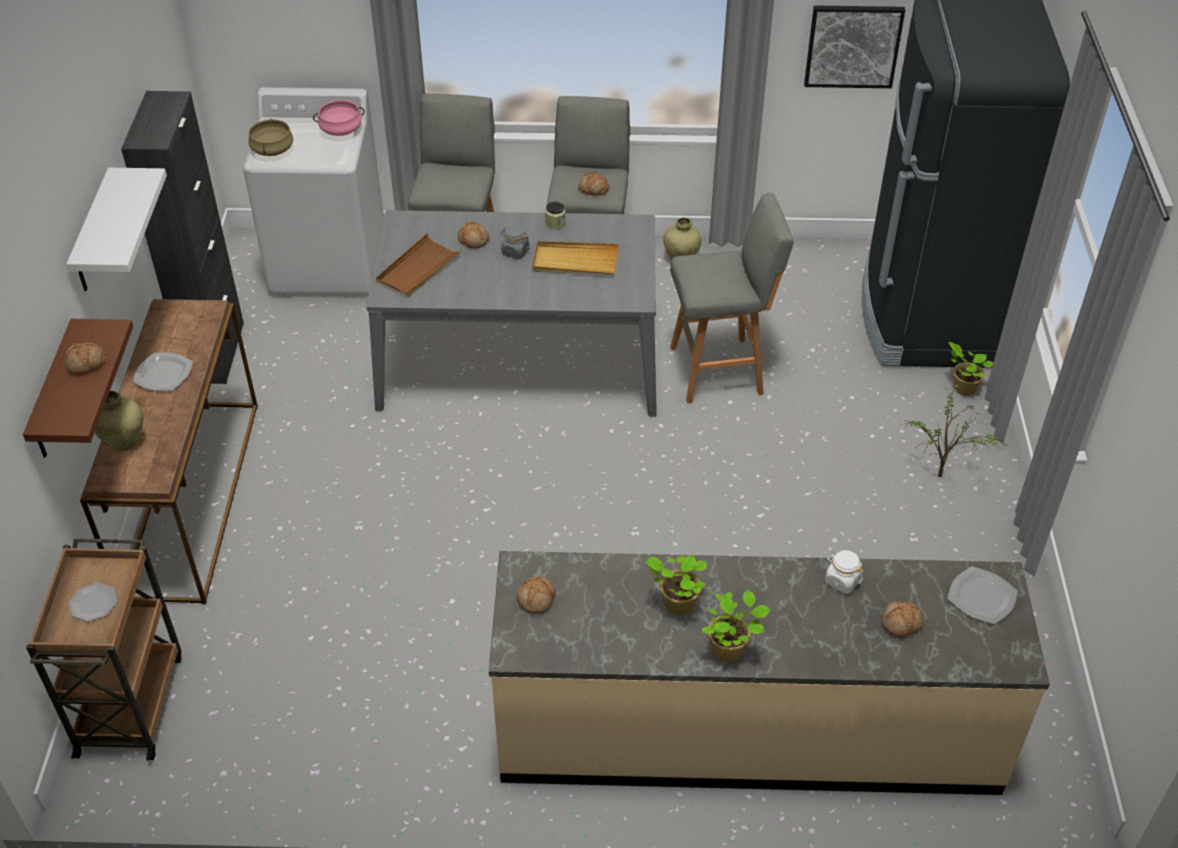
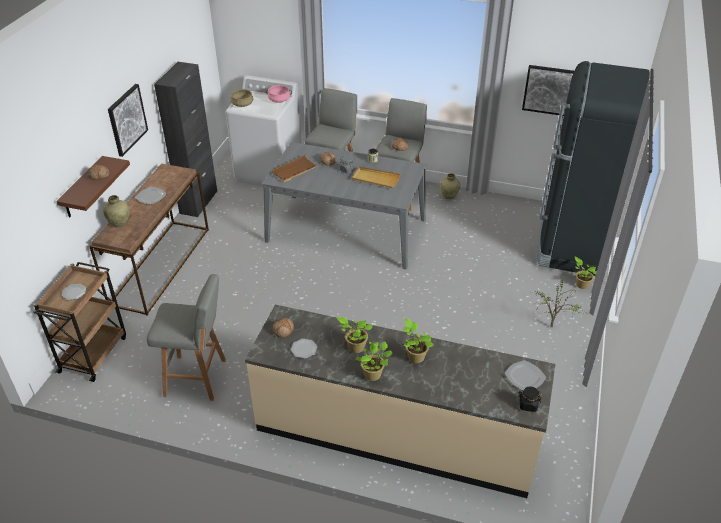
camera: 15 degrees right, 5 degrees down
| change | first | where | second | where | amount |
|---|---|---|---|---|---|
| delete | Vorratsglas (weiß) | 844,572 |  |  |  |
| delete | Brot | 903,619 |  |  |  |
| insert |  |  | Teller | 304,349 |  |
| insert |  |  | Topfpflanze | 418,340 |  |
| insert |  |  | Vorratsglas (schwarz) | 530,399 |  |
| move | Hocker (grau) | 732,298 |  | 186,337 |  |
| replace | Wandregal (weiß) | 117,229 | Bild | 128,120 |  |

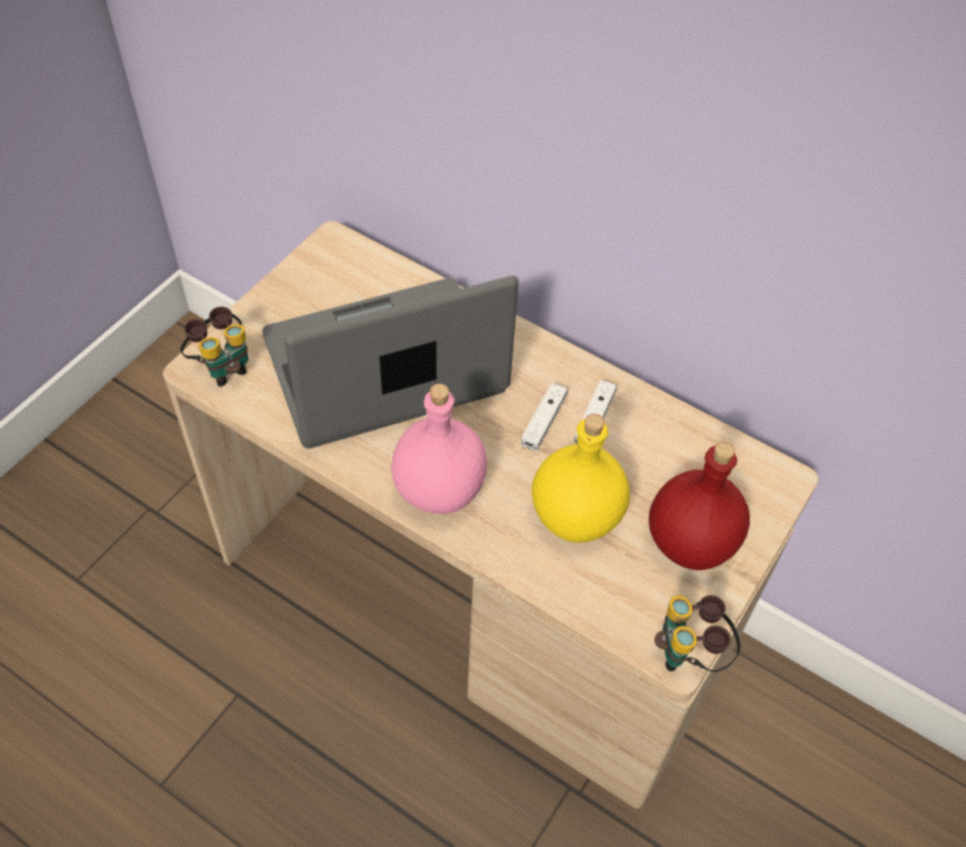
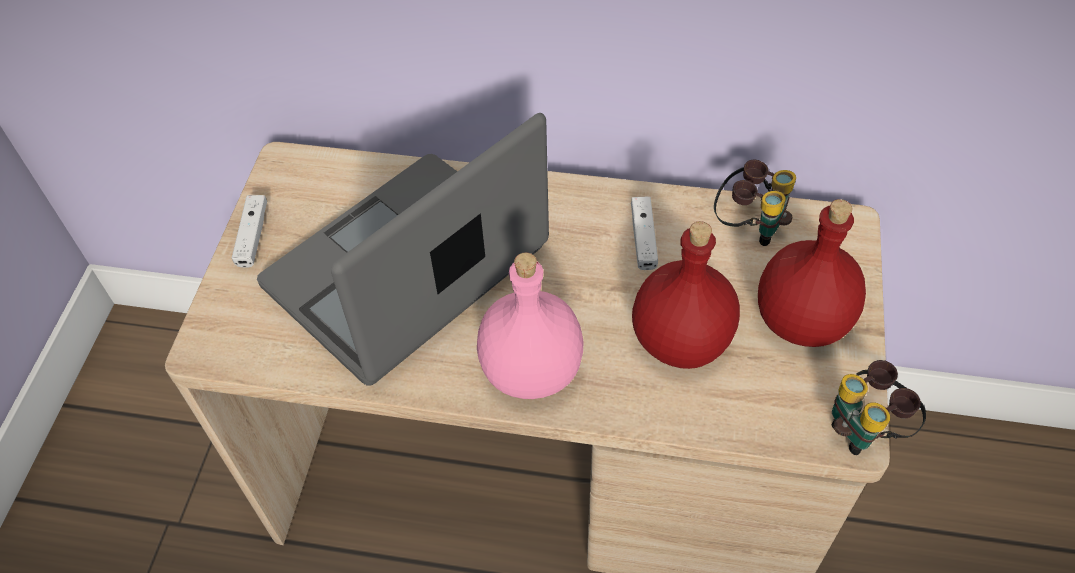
camera: 20 degrees left, 0 degrees up
| change | first | where | second | where | amount |
|---|---|---|---|---|---|
| move | Fernglas | 214,347 |  | 755,203 |  |
| move | Gamepad (weiß) | 544,417 |  | 249,231 |  |
| recolor | Flasche (gelb) | 581,478 | Flasche (rot) | 686,295 |  |

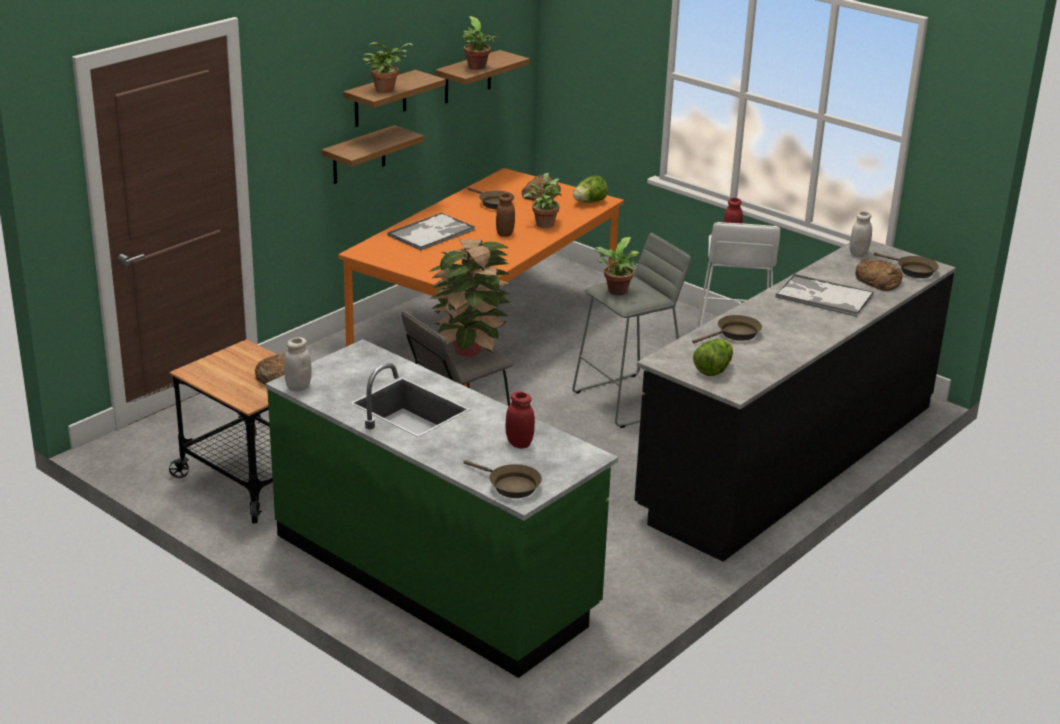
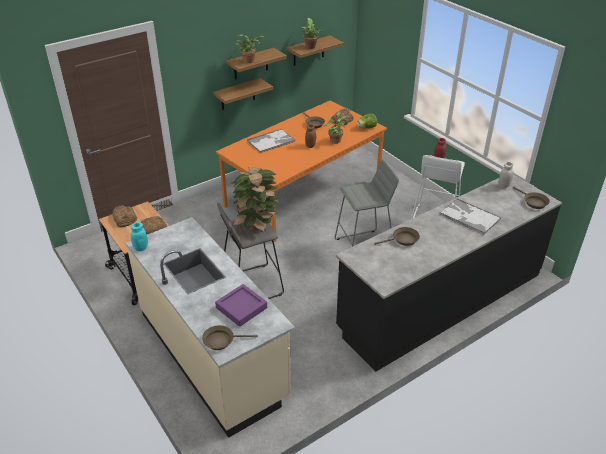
camera: 15 degrees right, 10 degrees up
| change | first | where | second | where | amount |
|---|---|---|---|---|---|
| delete | Topfpflanze | 616,266 |  |  |  |
| delete | Salatkopf | 713,357 |  |  |  |
| move | Brot | 879,275 |  | 124,216 |  |
| replace | Vorratsglas (rot) | 520,420 | Tablett (lila) | 241,305 |  |
| recolor | Küchenzeile (grün) | 442,508 | Küchenzeile (beige) | 210,327 |  |
| recolor | Vorratsglas (weiß) | 298,364 | Vorratsglas (türkis) | 139,236 |  |
| rotate | Pfanne (braun) | 503,479 |  | 230,337 | 120 degrees clockwise |

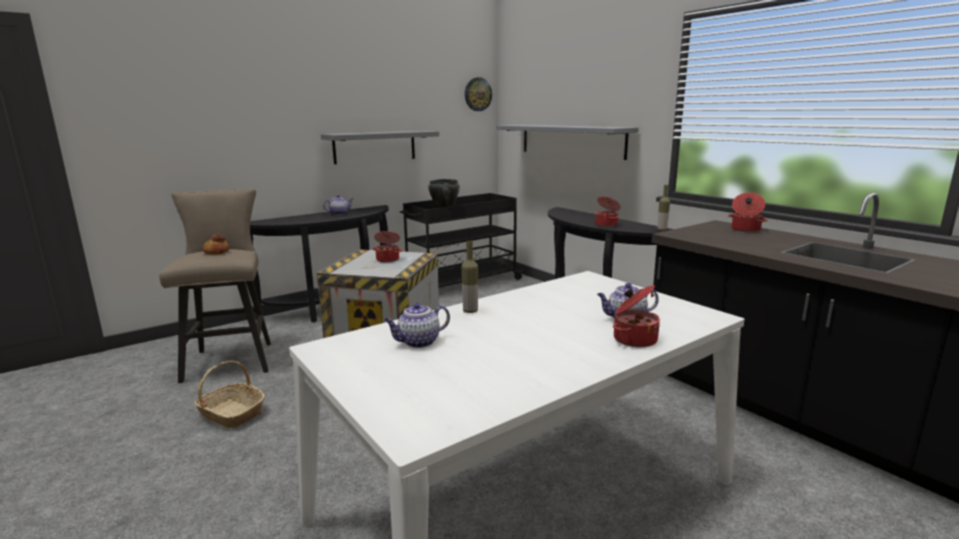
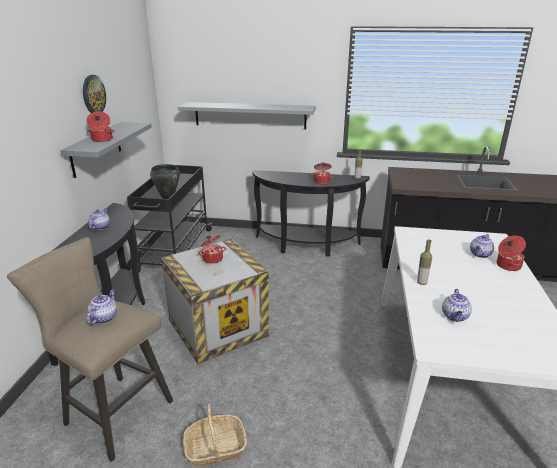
camera: 45 degrees left, 10 degrees up
| change | first | where | second | where | amount |
|---|---|---|---|---|---|
| move | Wanduhr | 478,94 |  | 94,94 |  |
| move | Kochtopf | 747,212 |  | 100,126 |  |
| replace | Brot | 216,244 | Teekanne | 102,307 |  |

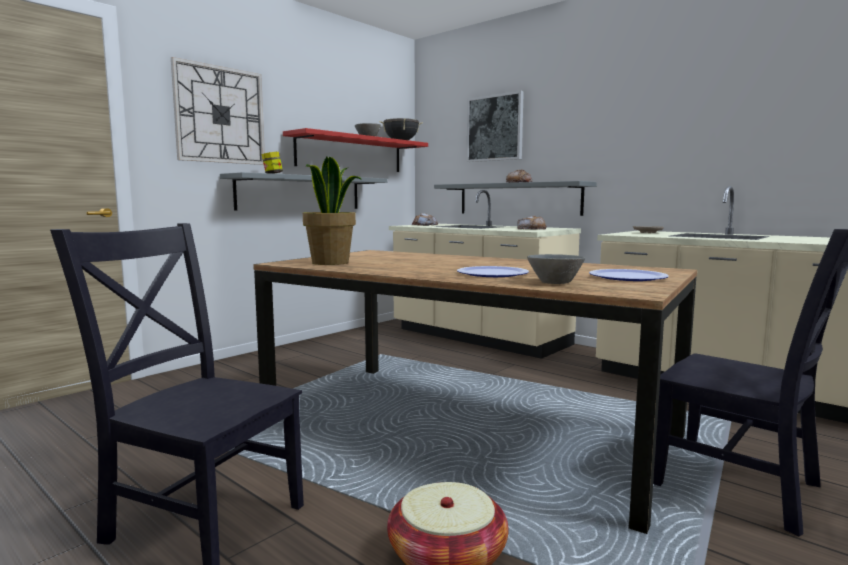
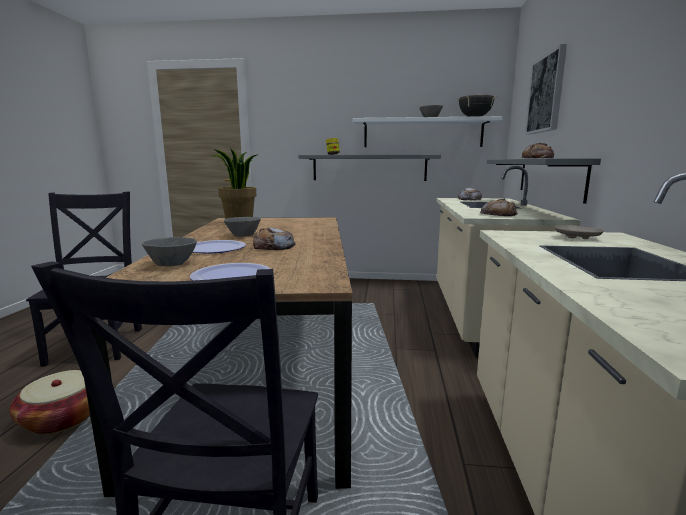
camera: 55 degrees right, 5 degrees up
| change | first | where | second | where | amount |
|---|---|---|---|---|---|
| delete | Wanduhr | 218,111 |  |  |  |
| insert |  |  | Schüssel (grau) | 242,227 |  |
| insert |  |  | Brot | 274,238 |  |
| recolor | Wandregal (rot) | 355,150 | Wandregal (weiß) | 428,131 |  |

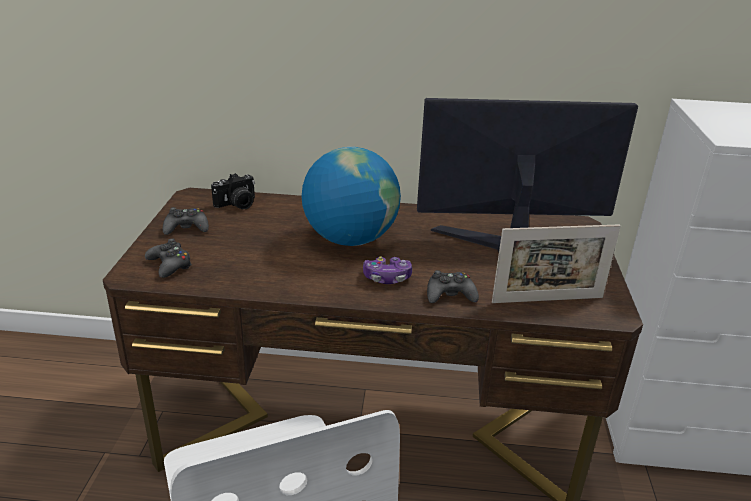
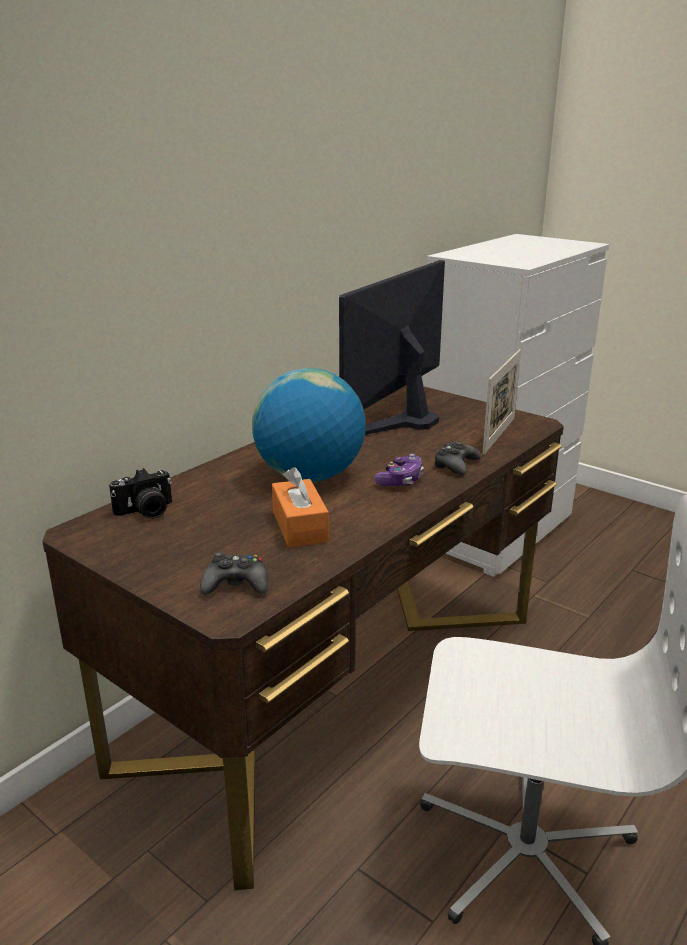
camera: 55 degrees left, 5 degrees down
| change | first | where | second | where | amount |
|---|---|---|---|---|---|
| delete | Gamepad (schwarz) | 185,221 |  |  |  |
| insert |  |  | Taschentuchbox (orange) | 300,507 |  |
| rotate | Kamera | 233,191 |  | 140,493 | 60 degrees clockwise |

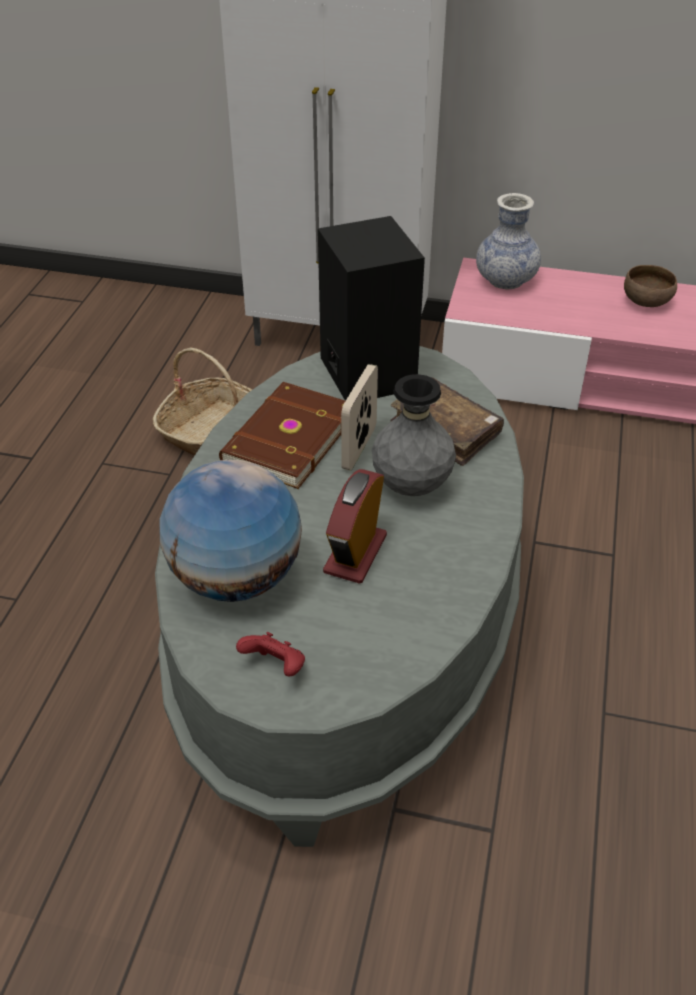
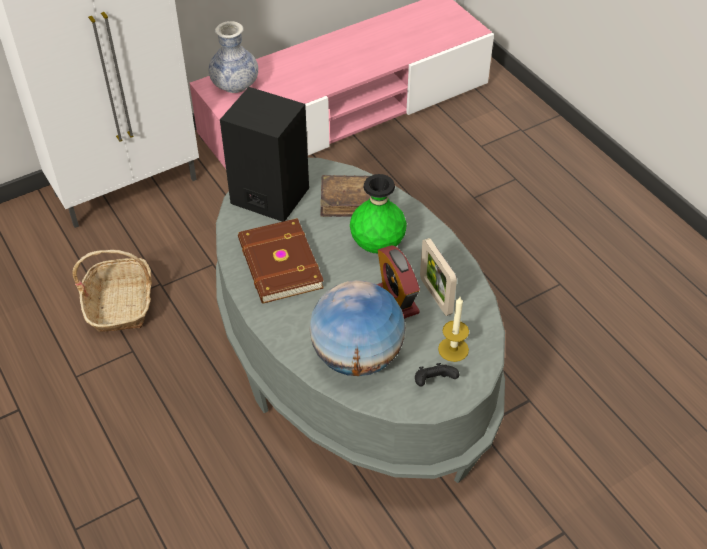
camera: 45 degrees left, 5 degrees up
| change | first | where | second | where | amount |
|---|---|---|---|---|---|
| delete | Schüssel (braun) | 650,286 |  |  |  |
| insert |  |  | Kerze | 453,329 |  |
| move | Bilderrahmen | 359,417 |  | 438,277 |  |
| recolor | Gamepad (rot) | 270,654 | Gamepad (schwarz) | 437,375 |  |
| recolor | Vase (grau) | 414,435 | Vase (grün) | 378,213 |  |

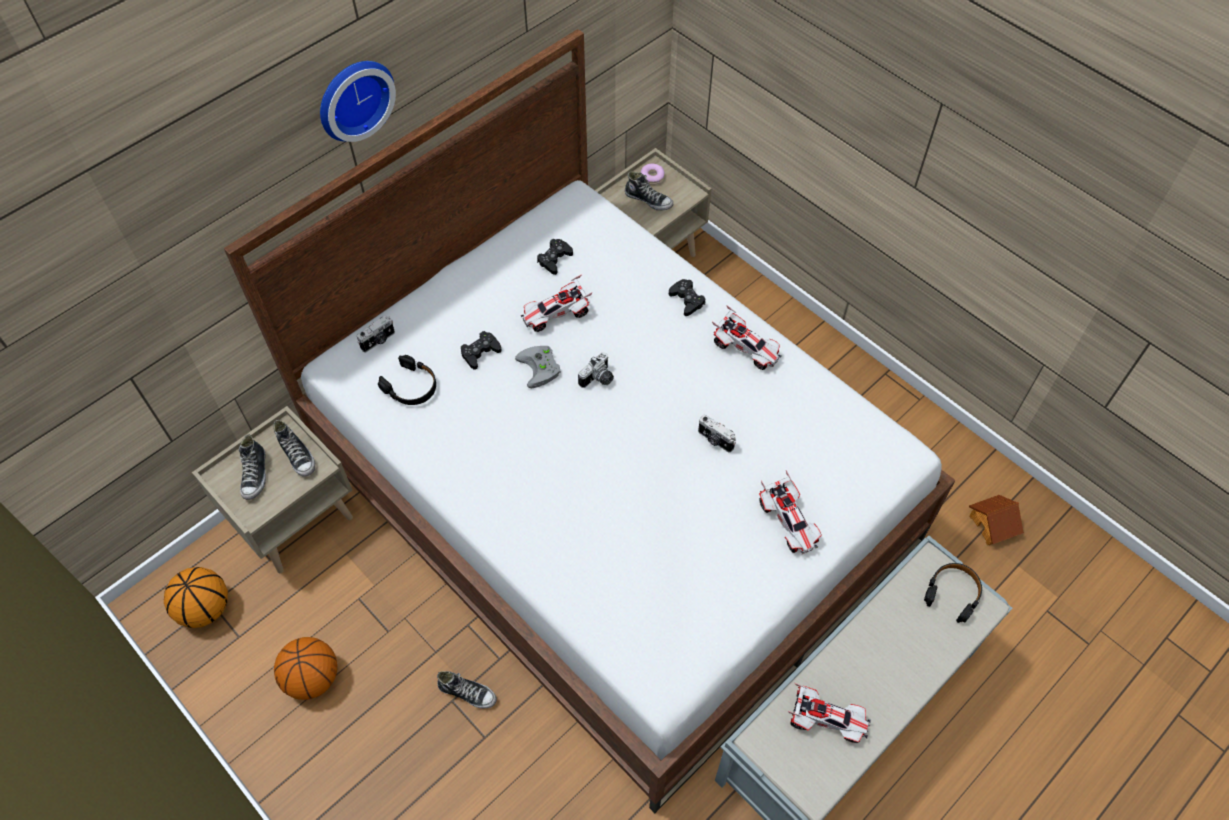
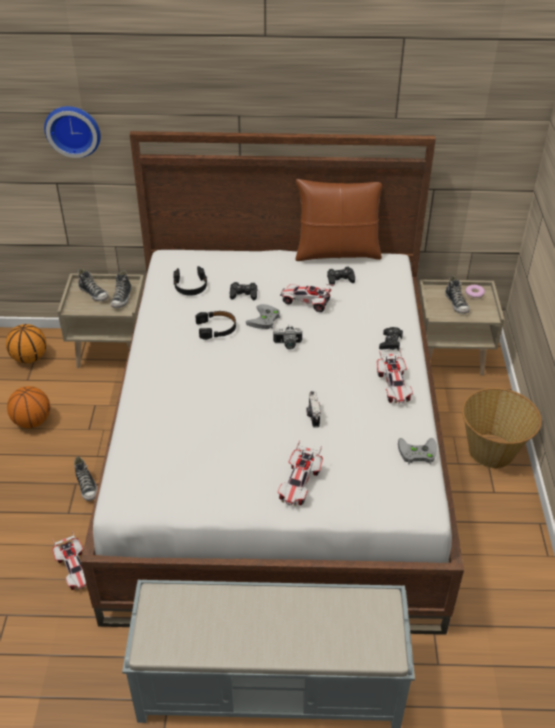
camera: 45 degrees right, 15 degrees down
| change | first | where | second | where | amount |
|---|---|---|---|---|---|
| delete | Kamera | 376,334 |  |  |  |
| delete | Spielzeughaus | 996,520 |  |  |  |
| insert |  |  | Kissen (braun) | 338,220 |  |
| insert |  |  | Gamepad (grau) | 417,451 |  |
| insert |  |  | Korb | 502,428 |  |
| move | Wanduhr | 358,101 |  | 72,132 |  |
| move | Spielzeugauto | 829,713 |  | 69,560 |  |
| move | Kopfhörer (schwarz) | 953,593 |  | 215,325 |  |
| rotate | Schuh | 252,467 |  | 93,285 | 90 degrees counterclockwise |

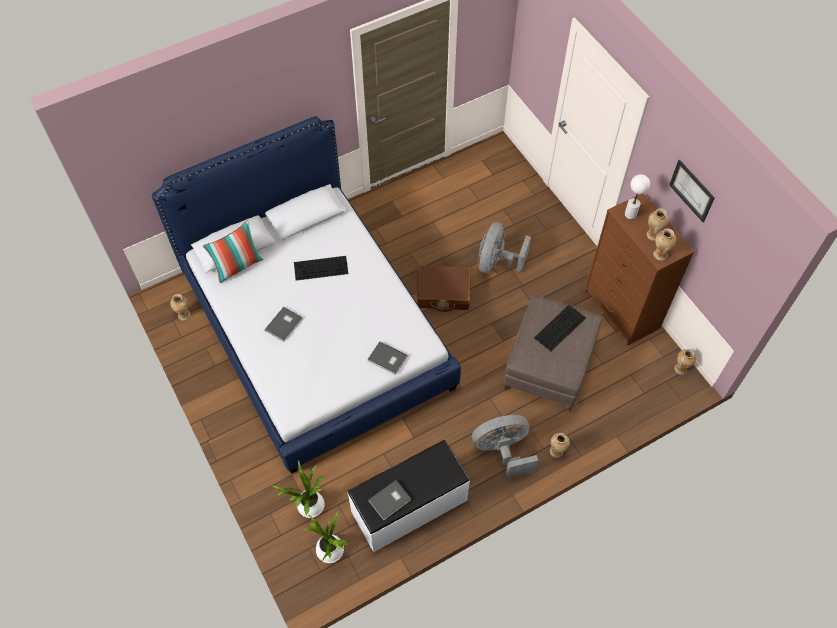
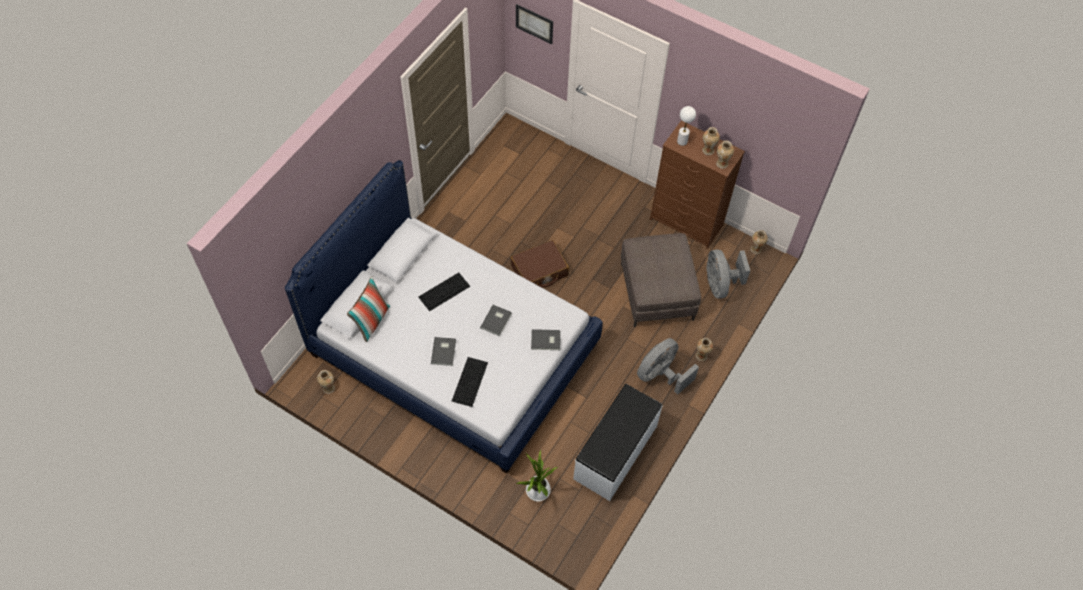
camera: 30 degrees left, 0 degrees up
| change | first | where | second | where | amount |
|---|---|---|---|---|---|
| delete | Topfpflanze | 325,537 |  |  |  |
| move | Buch (grau) | 389,500 |  | 496,320 |  |
| move | Ventilator (grau) | 504,247 |  | 728,274 |  |
| move | Tastatur | 560,328 |  | 470,382 |  |
| move | Bild | 692,191 |  | 534,24 |  |

